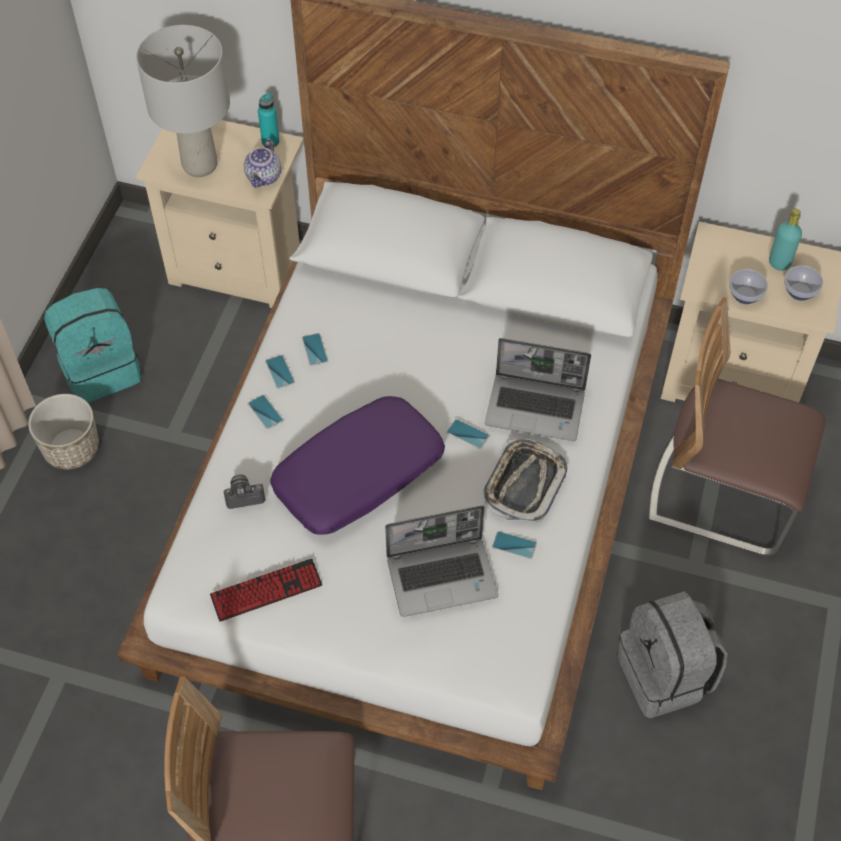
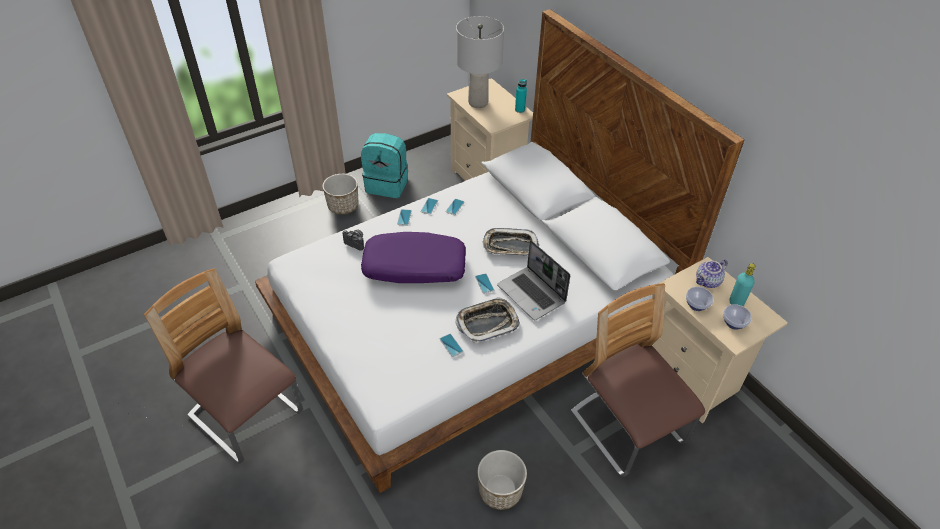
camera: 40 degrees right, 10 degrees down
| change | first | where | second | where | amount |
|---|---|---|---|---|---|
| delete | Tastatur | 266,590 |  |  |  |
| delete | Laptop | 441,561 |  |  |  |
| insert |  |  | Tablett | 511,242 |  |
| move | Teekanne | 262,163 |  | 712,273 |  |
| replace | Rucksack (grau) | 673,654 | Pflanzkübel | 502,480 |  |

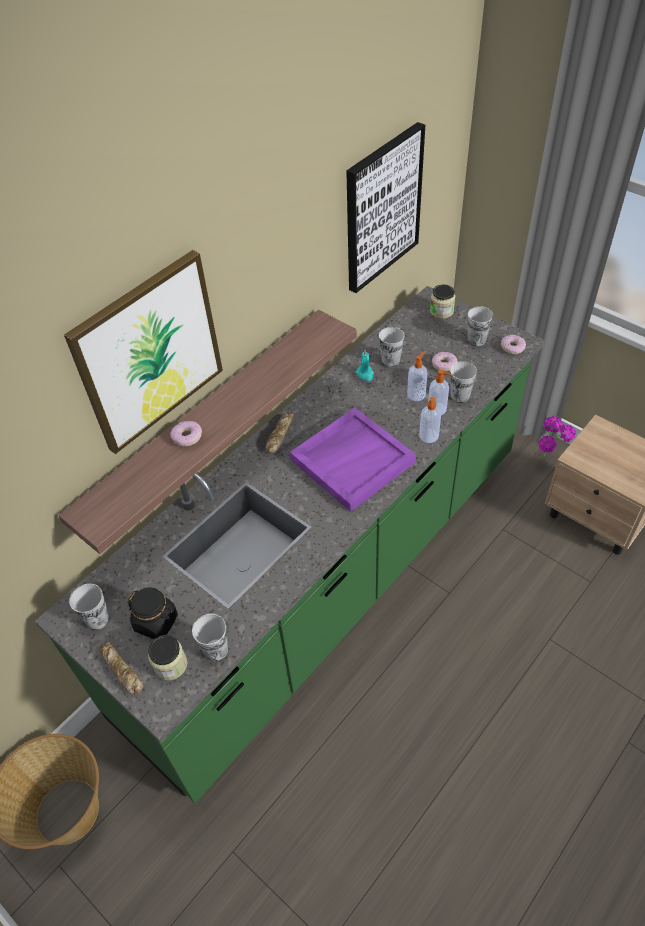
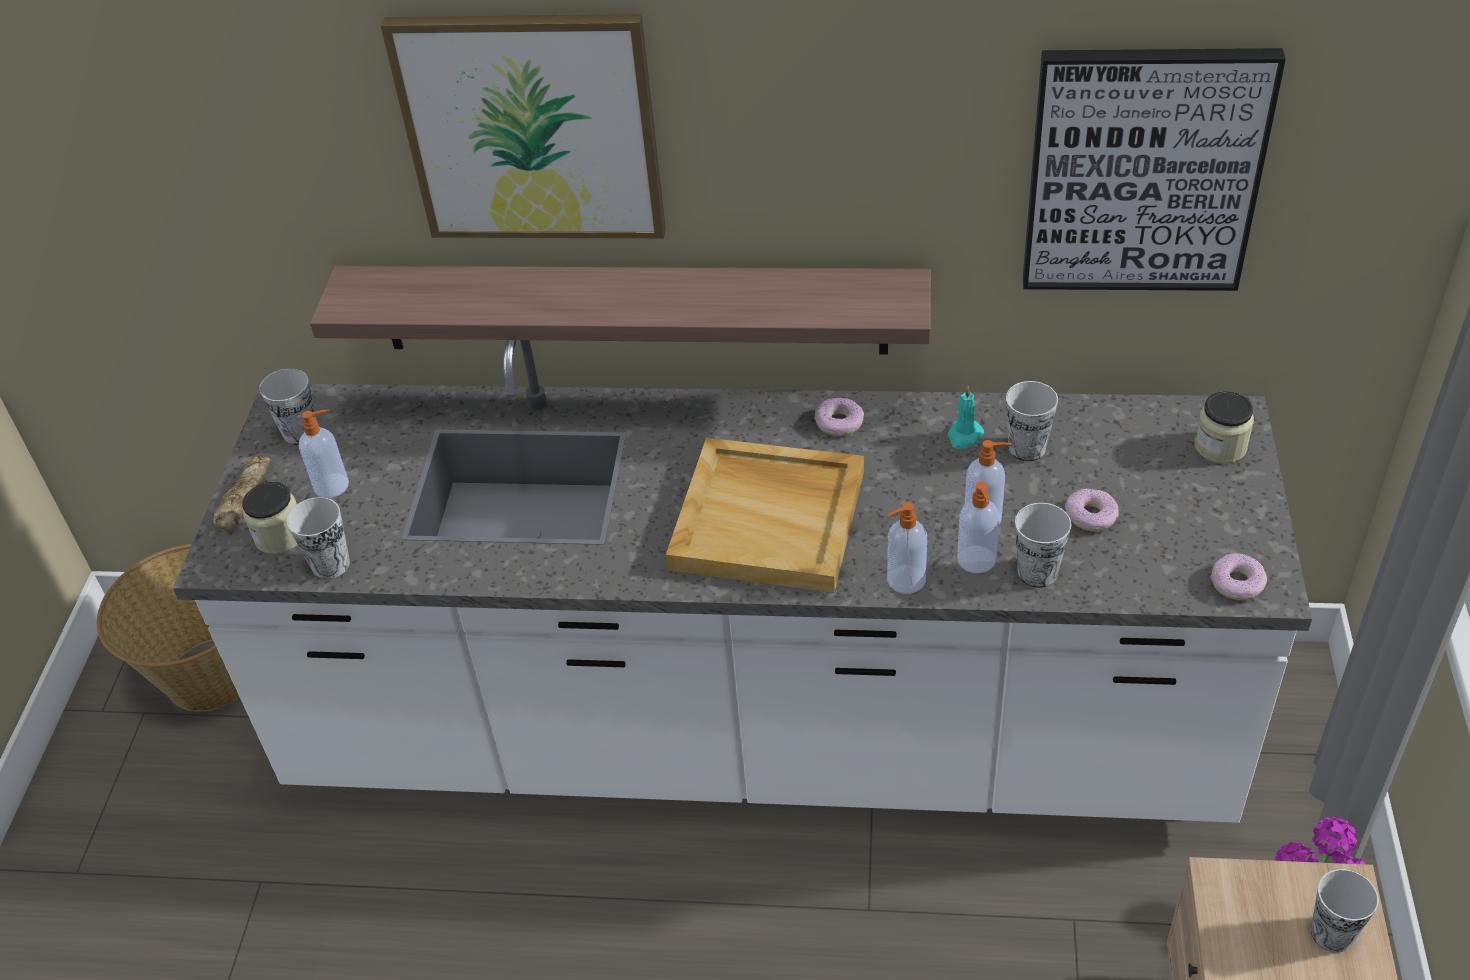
camera: 55 degrees right, 5 degrees down
| change | first | where | second | where | amount |
|---|---|---|---|---|---|
| delete | Brot | 279,433 |  |  |  |
| move | Donut | 186,434 |  | 839,417 |  |
| move | Tasse | 480,326 |  | 1345,911 |  |
| replace | Vorratsglas (schwarz) | 152,613 | Seifenspender | 324,454 |  |
| recolor | Küchenzeile (grün) | 290,545 | Küchenzeile (weiß) | 742,581 |  |
| recolor | Tablett (lila) | 353,459 | Tablett (beige) | 765,515 |  |

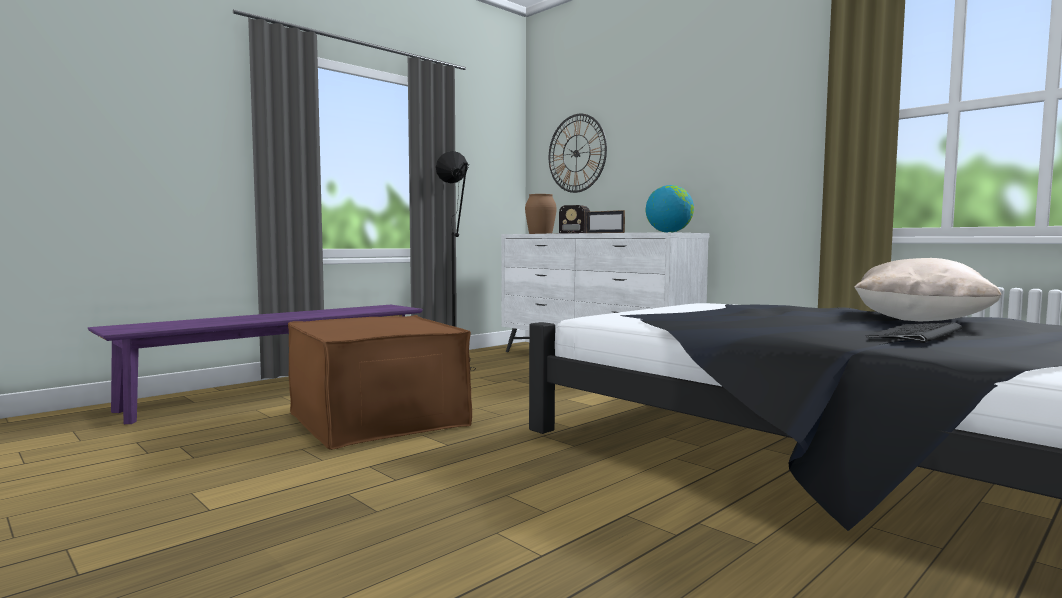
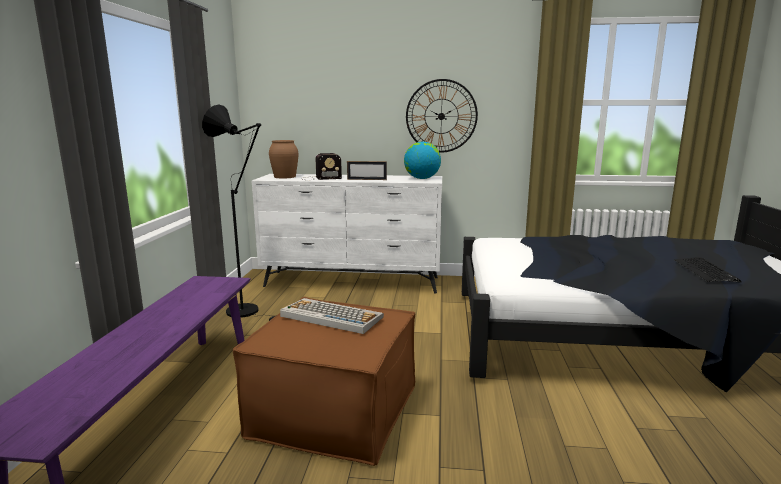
camera: 40 degrees left, 10 degrees up
| change | first | where | second | where | amount |
|---|---|---|---|---|---|
| delete | Kissen (beige) | 927,289 |  |  |  |
| insert |  |  | Tastatur | 332,316 |  |
| move | Wanduhr | 578,153 |  | 442,116 |  |

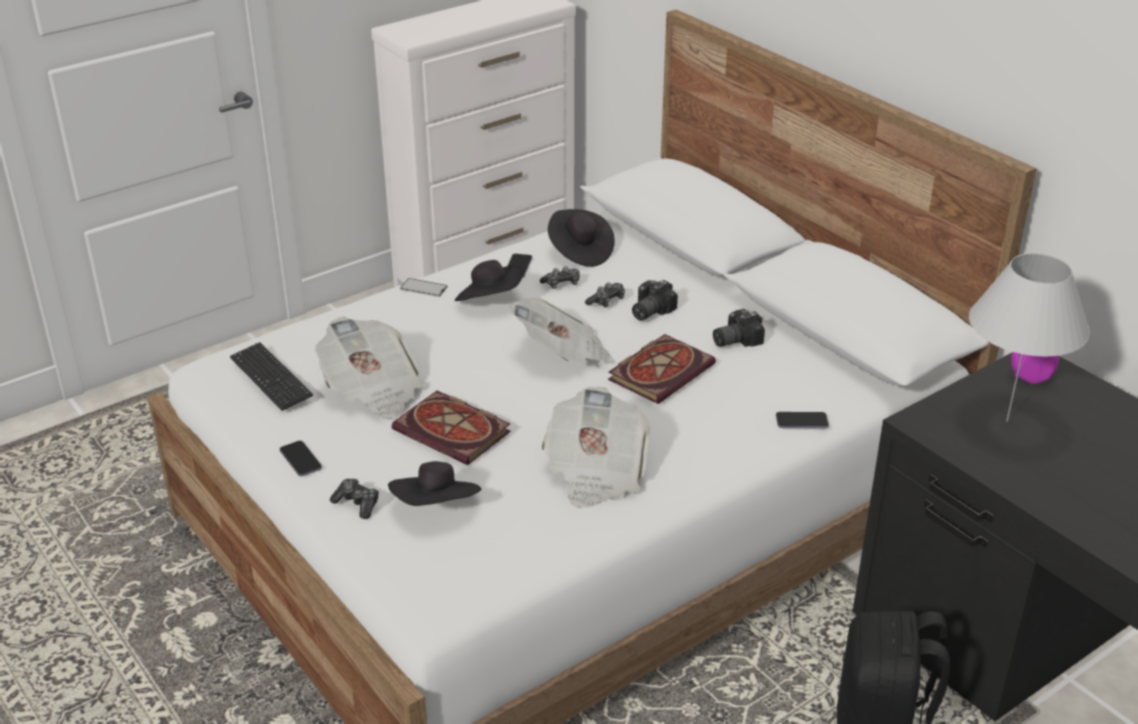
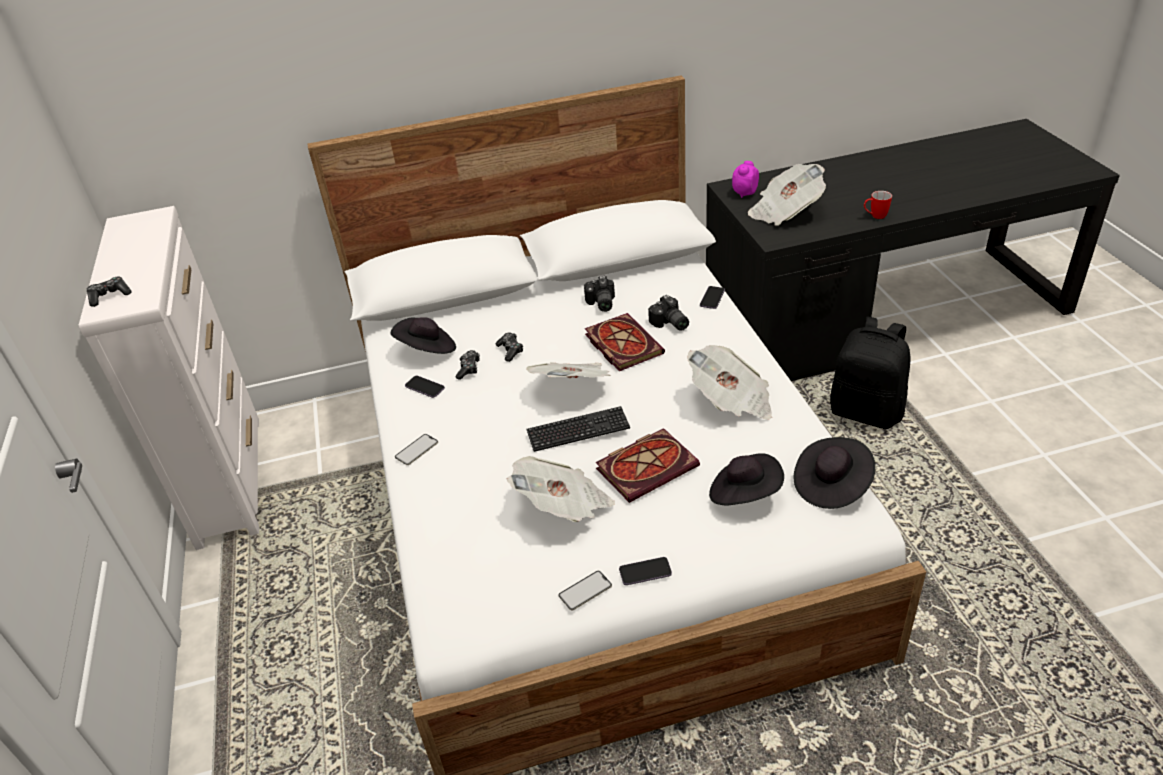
camera: 65 degrees left, 5 degrees up
| change | first | where | second | where | amount |
|---|---|---|---|---|---|
| insert |  |  | Handy | 585,591 |  |
| insert |  |  | Henkelbecher | 878,205 |  |
| move | Tastatur | 271,376 |  | 578,429 |  |
| move | Gamepad | 354,499 |  | 109,292 |  |
| move | Hut (schwarz) | 489,280 |  | 834,473 |  |
| move | Kamera | 655,300 |  | 668,313 |  |
| replace | Tischlampe (weiß) | 1029,337 | Zeitung | 787,195 |  |

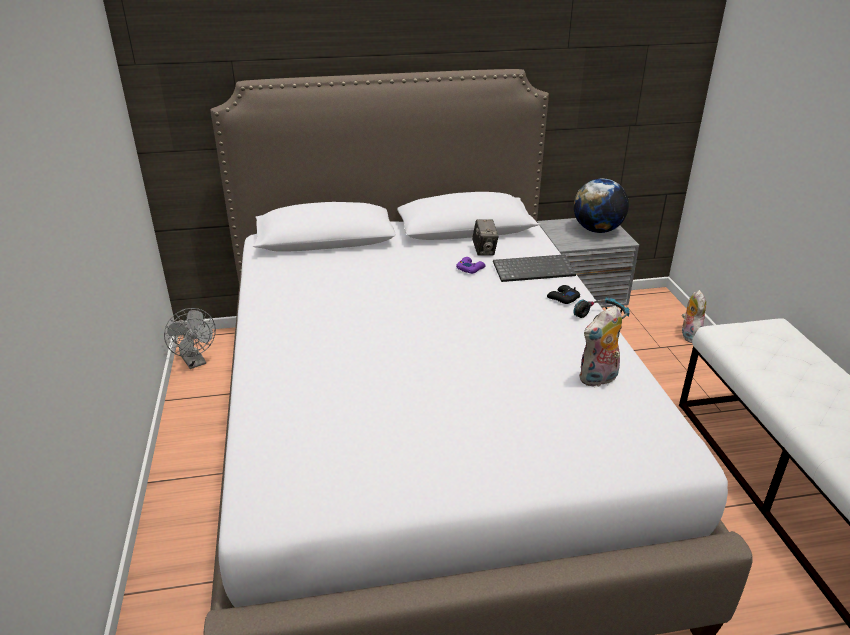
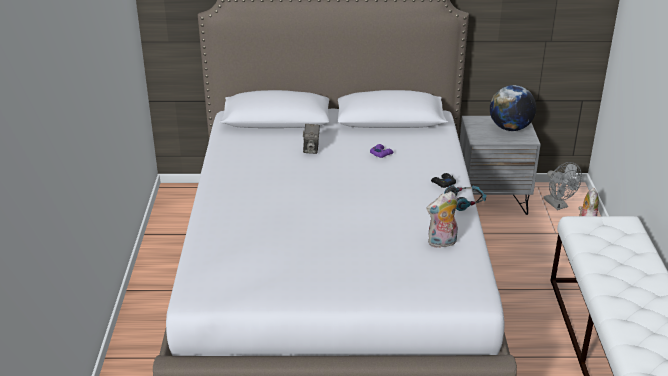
camera: 10 degrees right, 0 degrees up
| change | first | where | second | where | amount |
|---|---|---|---|---|---|
| delete | Tastatur | 534,268 |  |  |  |
| move | Ventilator (grau) | 190,338 |  | 562,186 |  |
| move | Kamera | 485,237 |  | 311,139 |  |

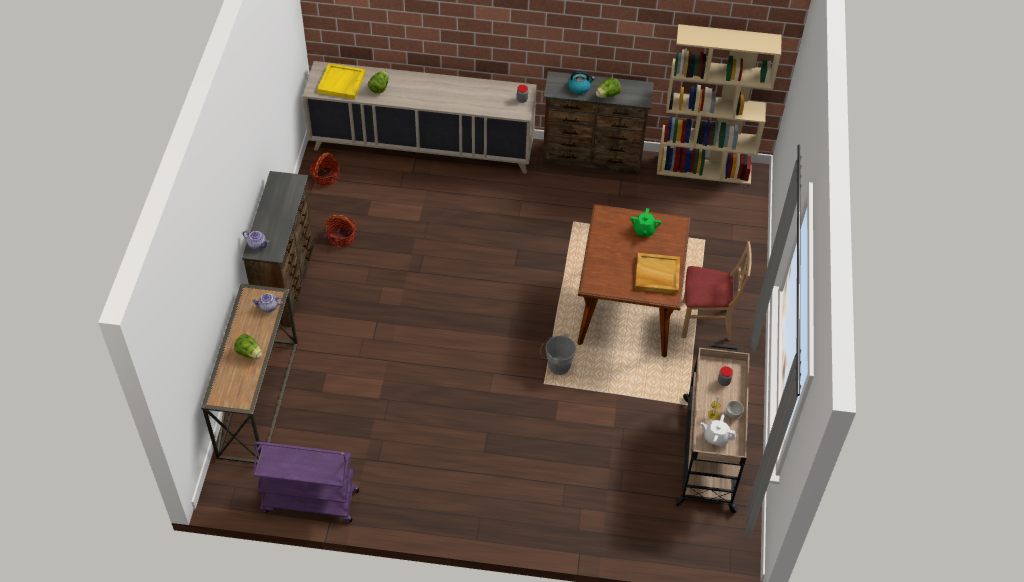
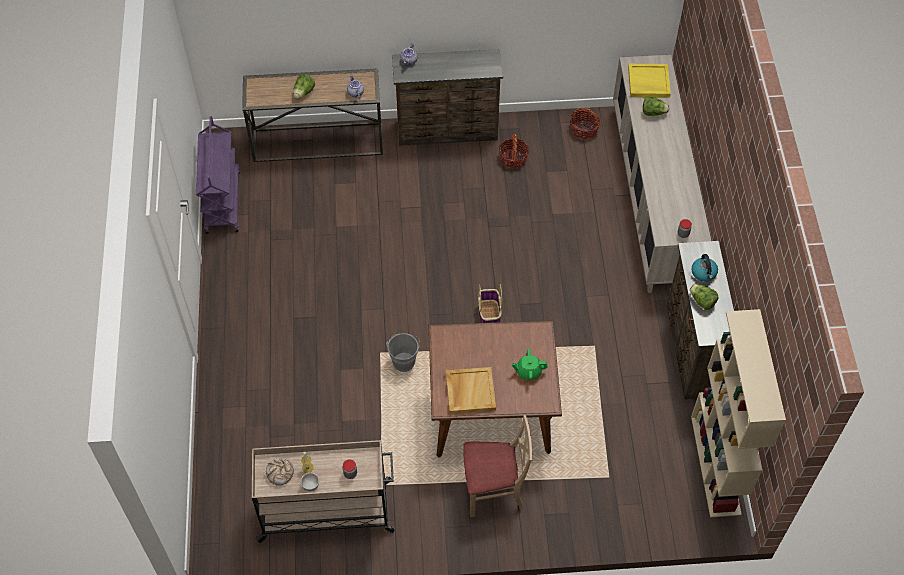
camera: 80 degrees right, 5 degrees up
| change | first | where | second | where | amount |
|---|---|---|---|---|---|
| insert |  |  | Korb | 490,303 |  |
| replace | Teekanne (weiß) | 718,430 | Brot | 280,472 |  |
| rotate | Stuhl (beige) | 716,291 |  | 497,466 | 90 degrees counterclockwise |

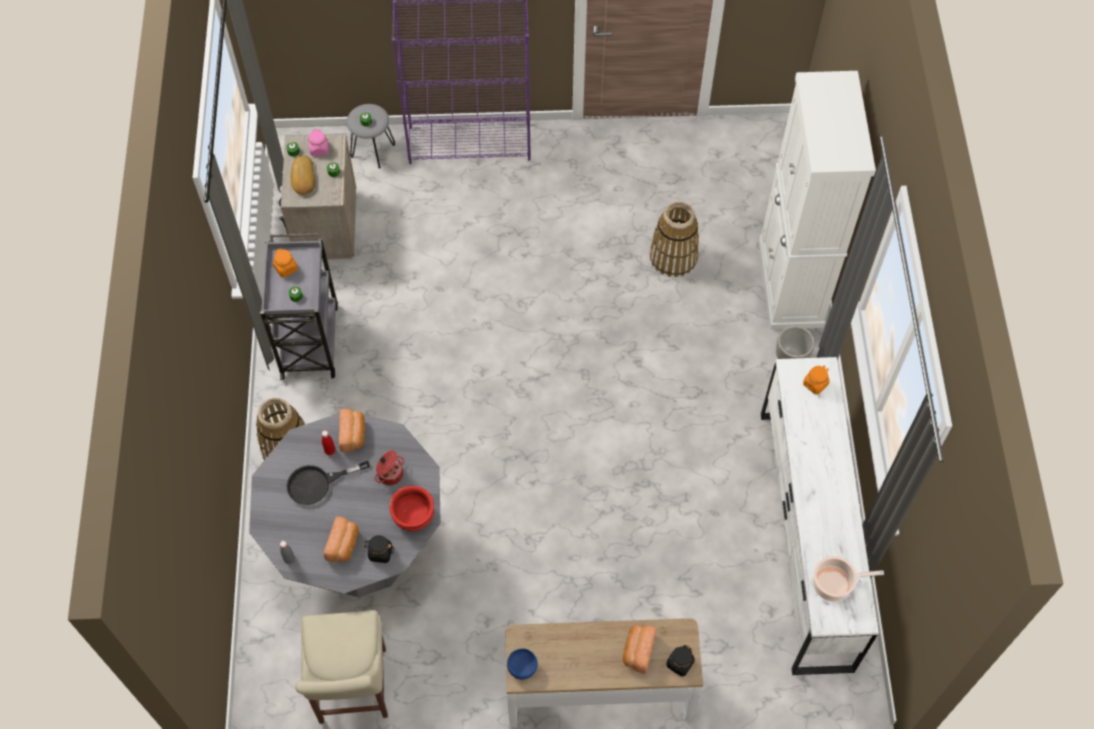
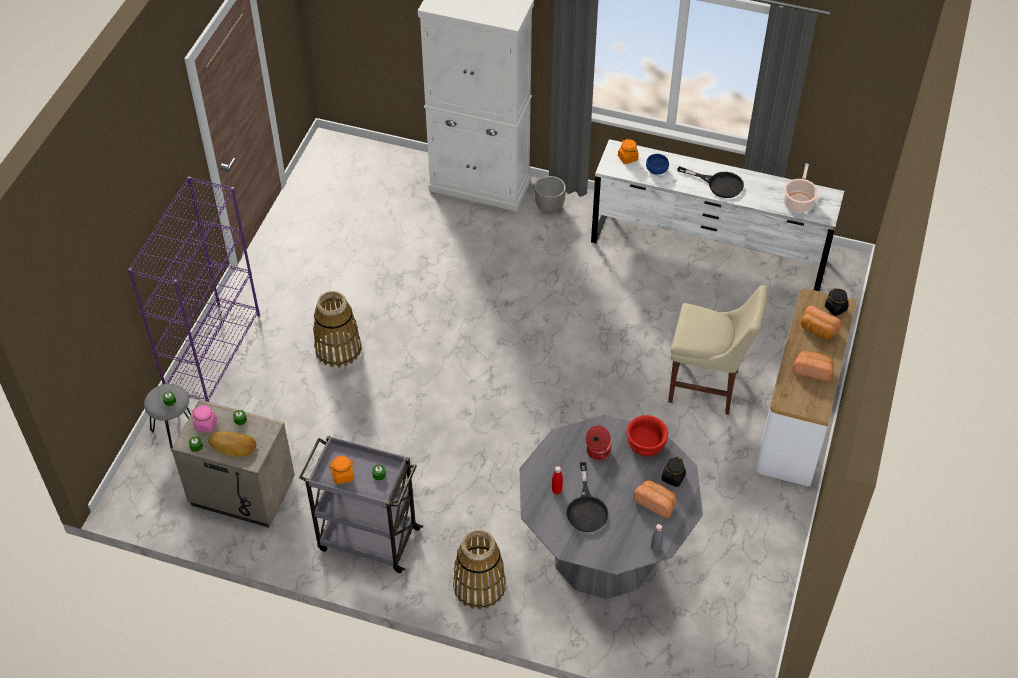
camera: 70 degrees left, 10 degrees down
| change | first | where | second | where | amount |
|---|---|---|---|---|---|
| insert |  |  | Pfanne (schwarz) | 710,182 |  |
| move | Stuhl (beige) | 341,667 |  | 718,350 |  |
| move | Brot | 352,431 |  | 813,366 |  |
| move | Schüssel (blau) | 522,664 |  | 657,164 |  |
| move | Korb | 674,239 |  | 337,329 |  |

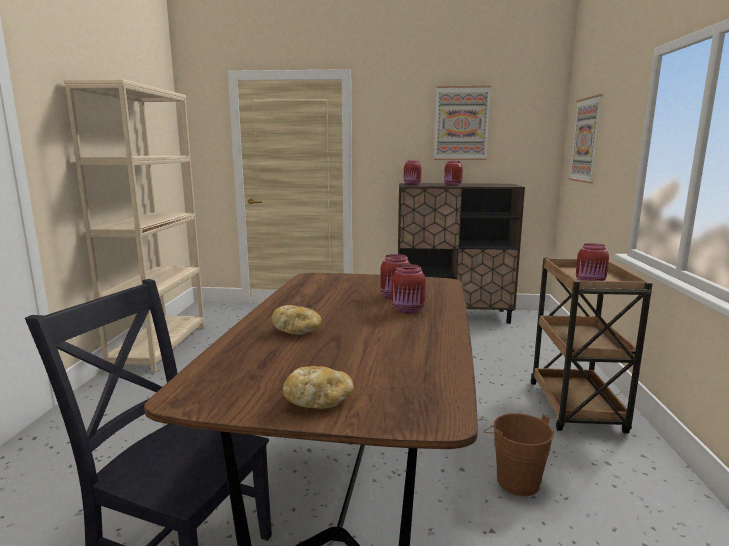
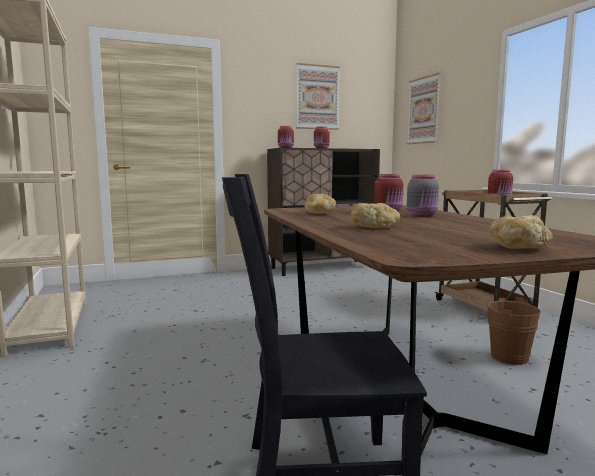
camera: 25 degrees left, 5 degrees down
| change | first | where | second | where | amount |
|---|---|---|---|---|---|
| insert |  |  | Brot | 320,204 |  |
| recolor | Vorratsglas (rot) | 408,289 | Vorratsglas (grau) | 423,196 |  |

